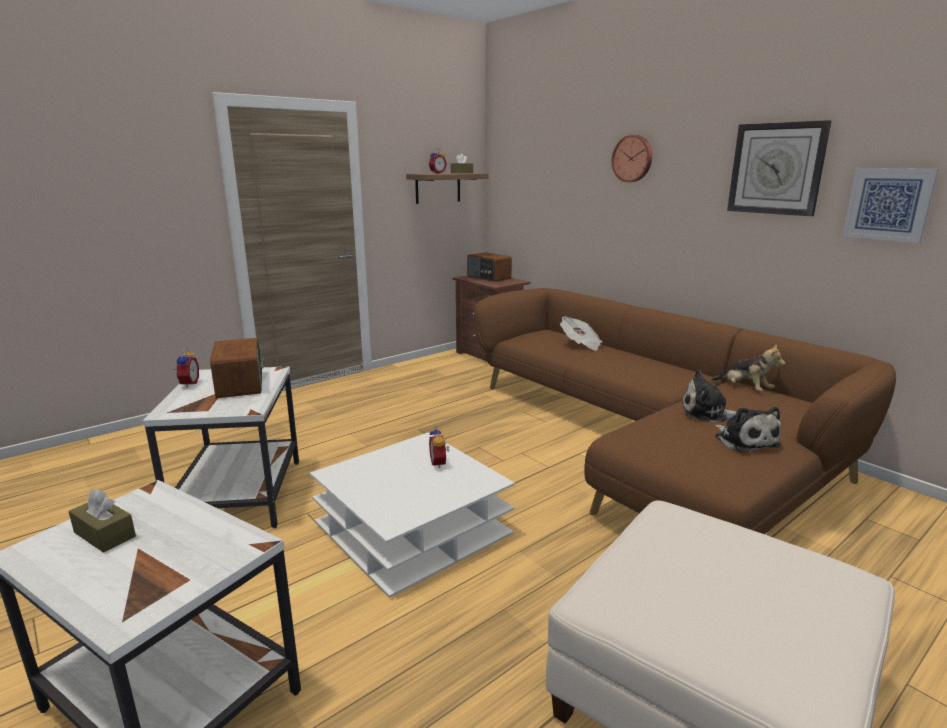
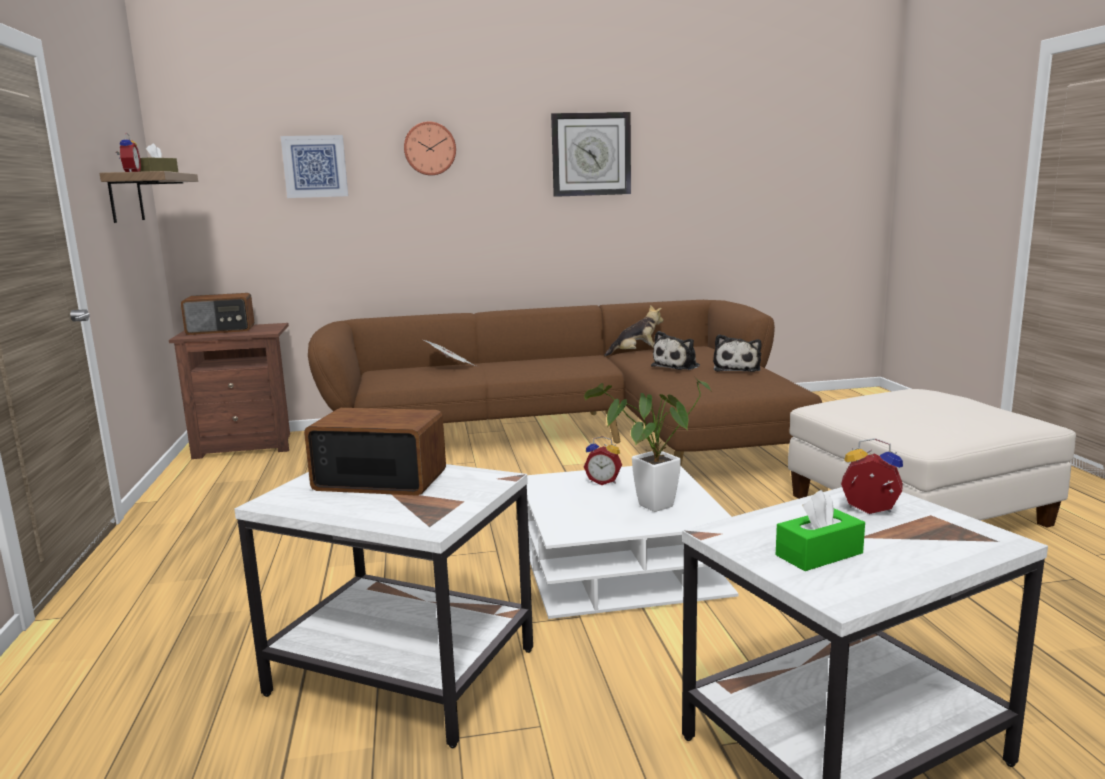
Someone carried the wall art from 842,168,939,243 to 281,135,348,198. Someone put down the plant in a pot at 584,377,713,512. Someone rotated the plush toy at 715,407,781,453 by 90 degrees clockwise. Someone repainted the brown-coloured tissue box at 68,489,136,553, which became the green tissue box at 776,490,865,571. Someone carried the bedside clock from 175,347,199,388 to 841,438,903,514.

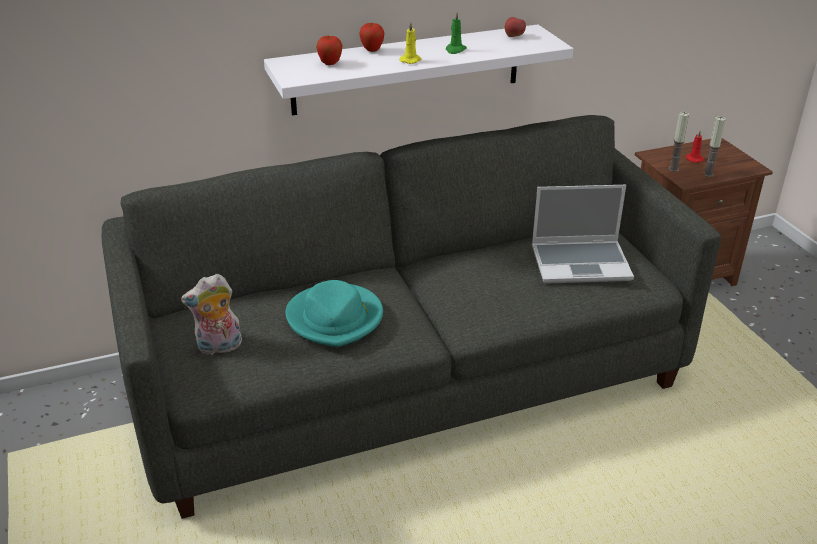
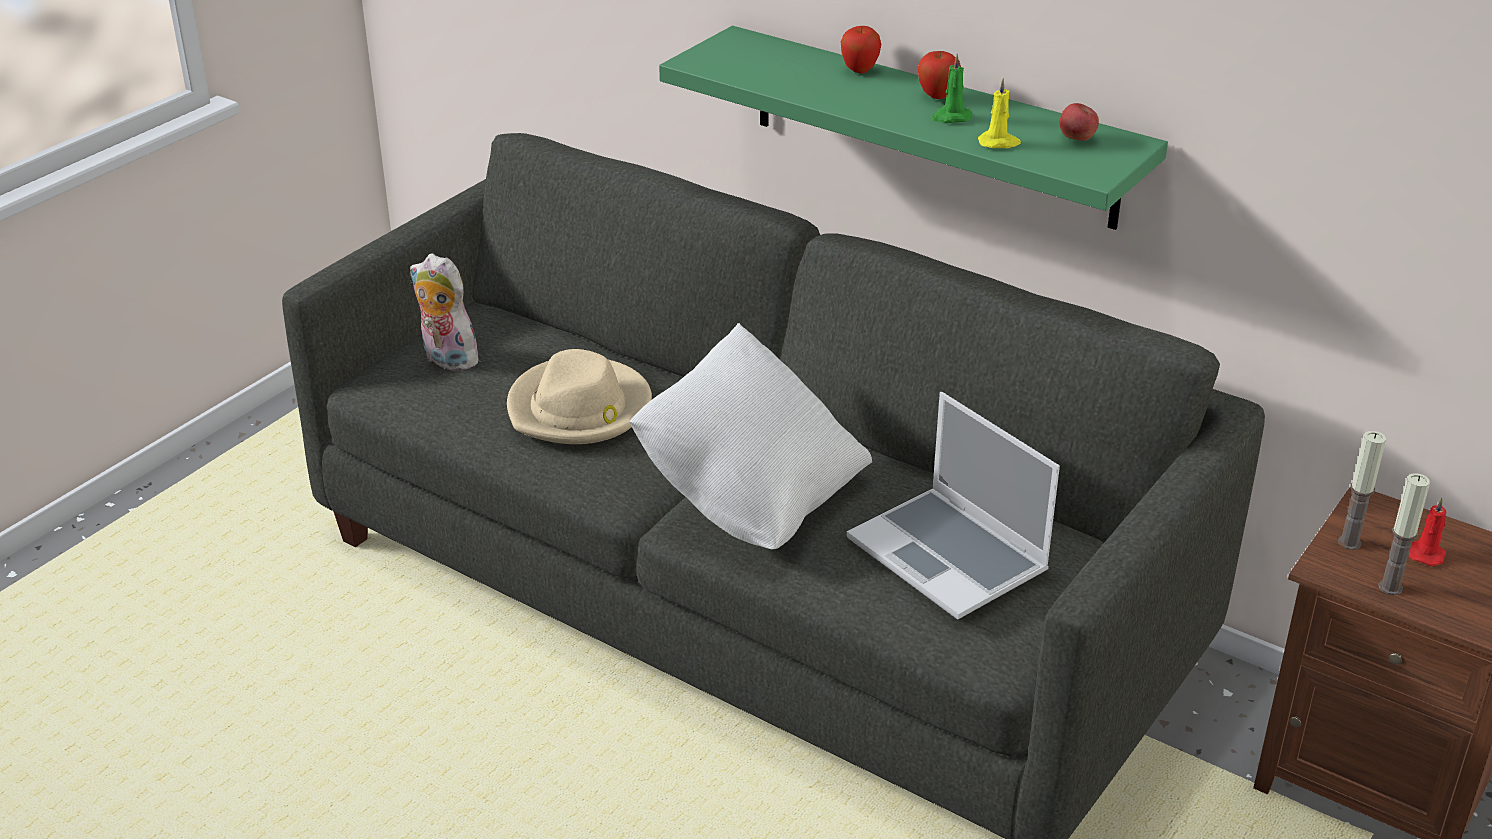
Someone repainted the blue-green wearable hat at 285,280,383,347, which became the sand-coloured wearable hat at 507,349,652,444. Someone put down the whitish throw pillow at 630,323,872,549. Someone repainted the whitish wall shelf at 264,24,573,116, which became the green wall shelf at 659,26,1168,230. Someone carried the apple fruit from 316,35,342,65 to 918,51,961,99. Someone carried the yellowish wax candle from 399,22,421,64 to 978,78,1021,148.

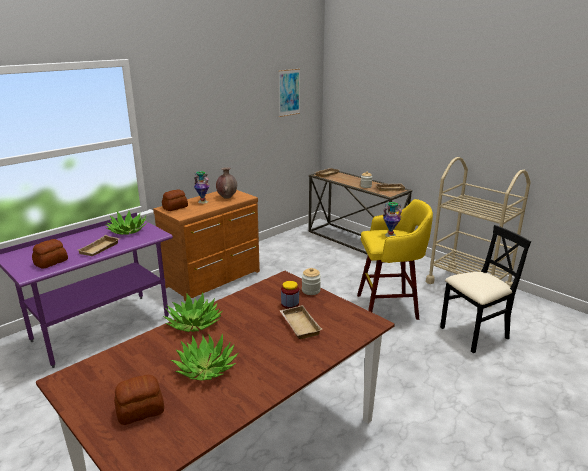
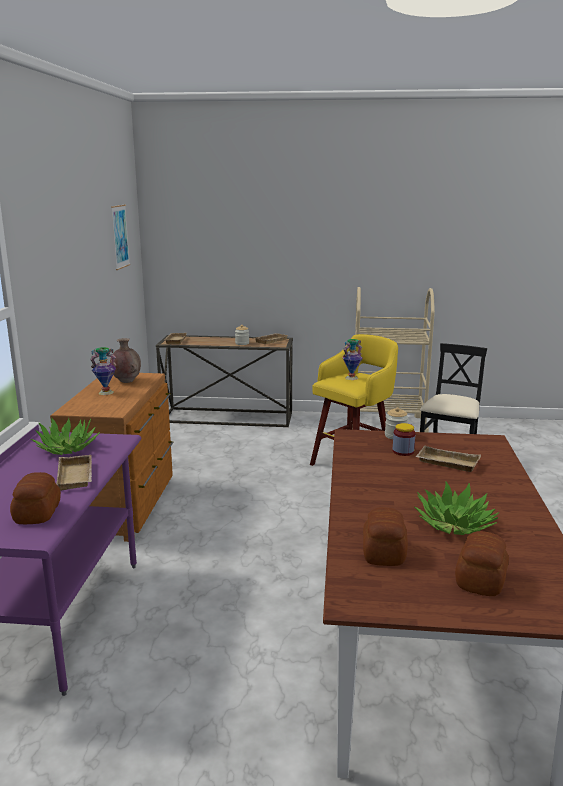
Someone carried the baked bread from 162,189,188,211 to 363,507,408,566. Someone took away the plant in a pot at 163,292,223,332.

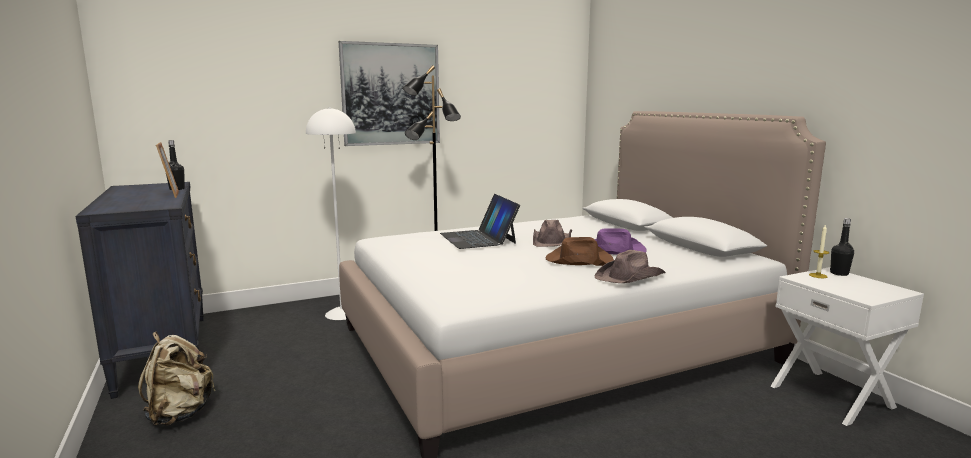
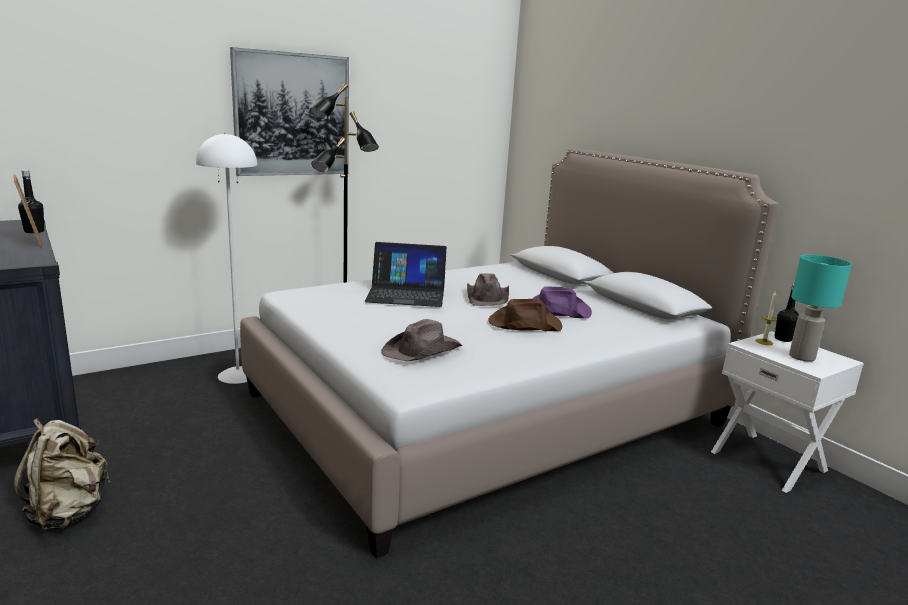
Someone rotated the portable computer at 440,194,520,249 by 60 degrees counterclockwise. Someone carried the brown-coloured wearable hat from 594,250,665,283 to 381,319,462,361. Someone put down the blue-green tabletop lamp at 789,255,852,362.

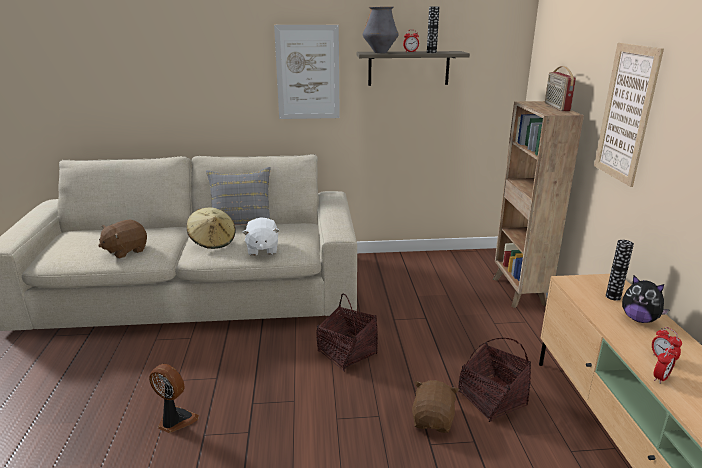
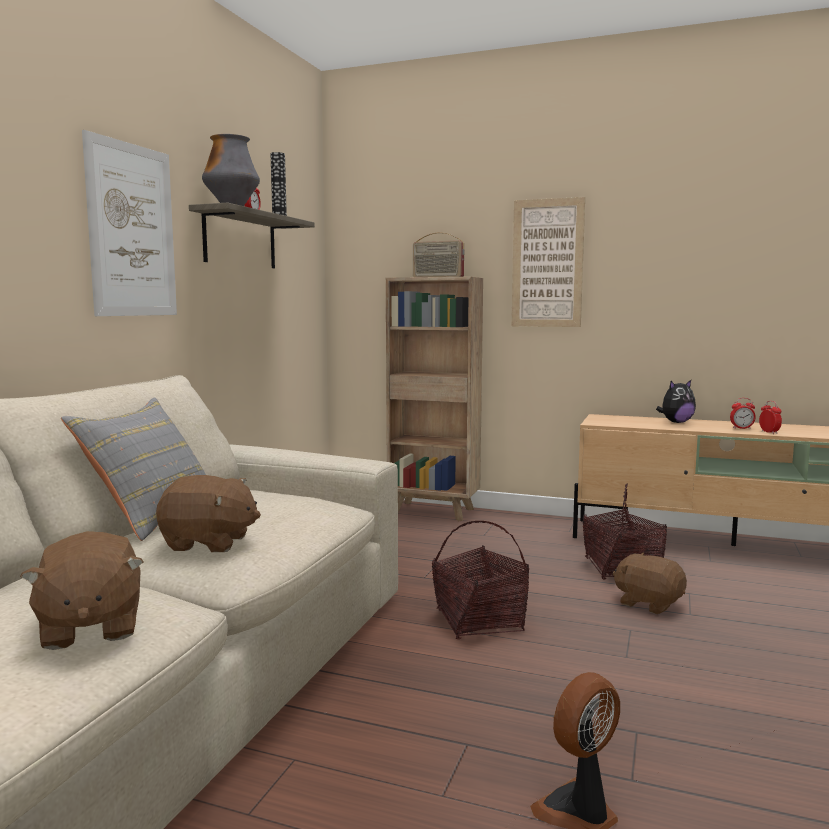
Someone swapped the sand-coloured wearable hat at 187,208,236,249 for the brown-coloured plush toy at 156,475,261,552. Someone took away the whitish plush toy at 242,217,280,256. Someone took away the flower vase at 606,240,634,301.

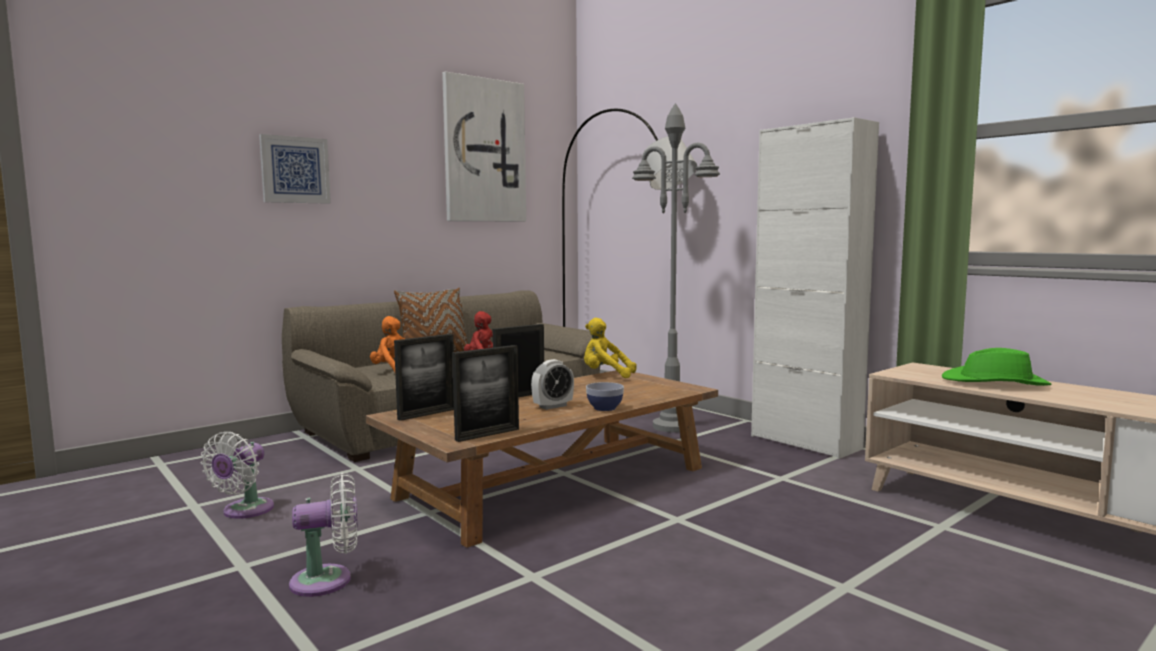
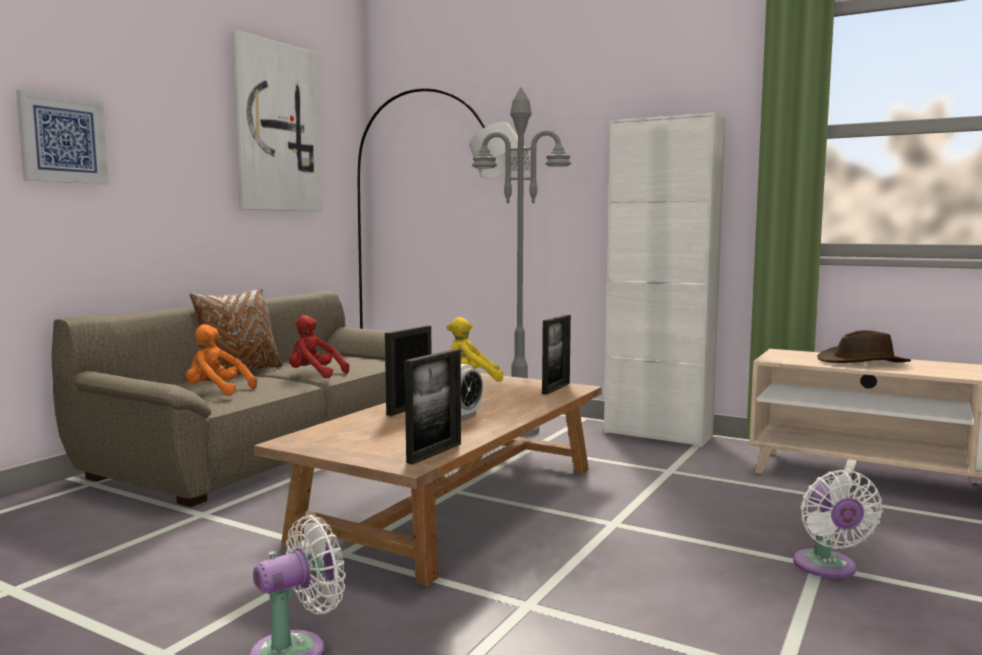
Someone carried the photo frame from 394,334,454,421 to 542,315,571,395. Someone carried the whitish electric fan from 201,432,274,519 to 793,469,883,578. Someone repainted the green wearable hat at 942,348,1051,386, which became the brown-coloured wearable hat at 817,330,911,363. Someone took away the bowl at 586,382,624,411.

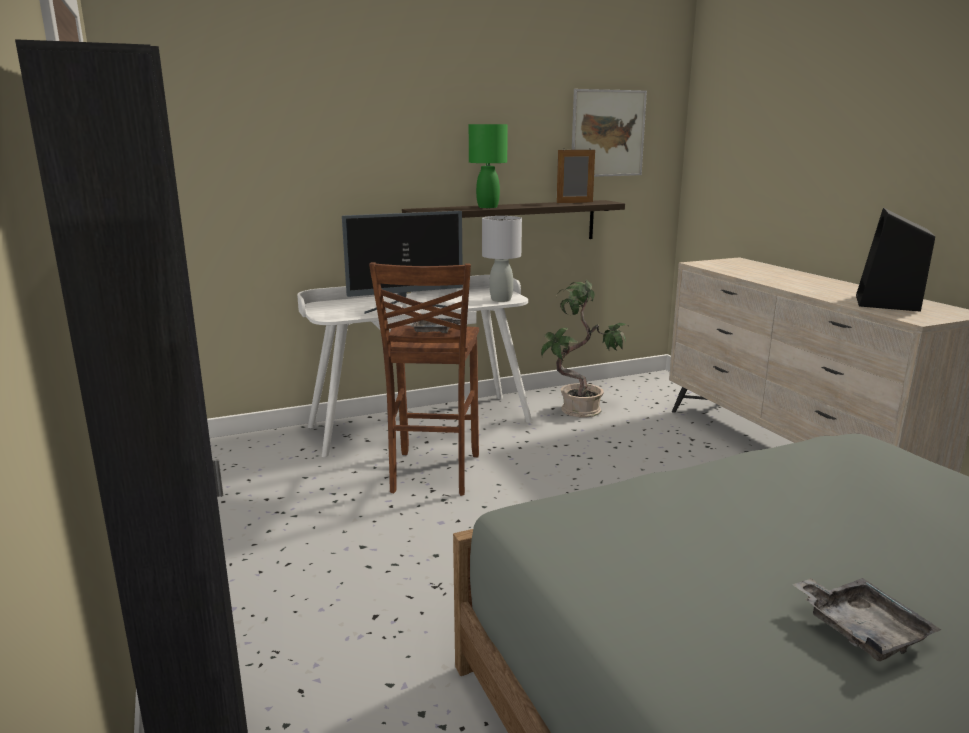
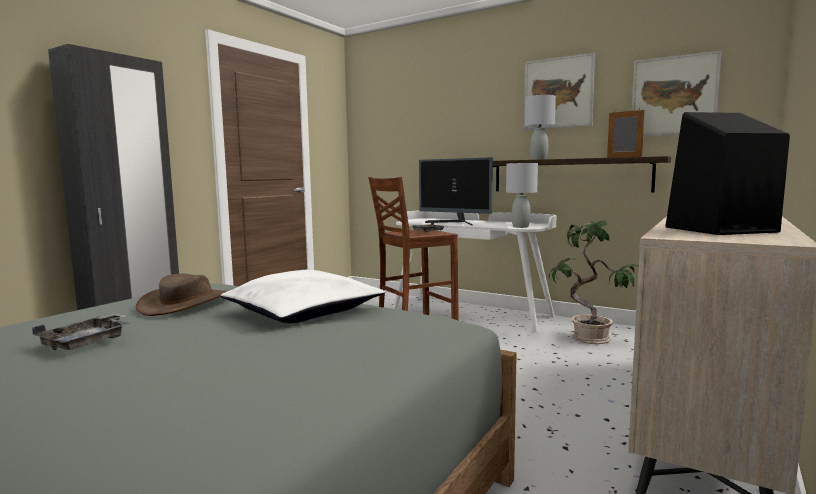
Someone put down the brown-coloured wearable hat at 136,273,227,316. Someone put down the whitish throw pillow at 221,270,385,323. Someone put up the wall art at 524,53,595,130. Someone repainted the green tabletop lamp at 469,124,508,208, which became the gray tabletop lamp at 525,95,556,160.

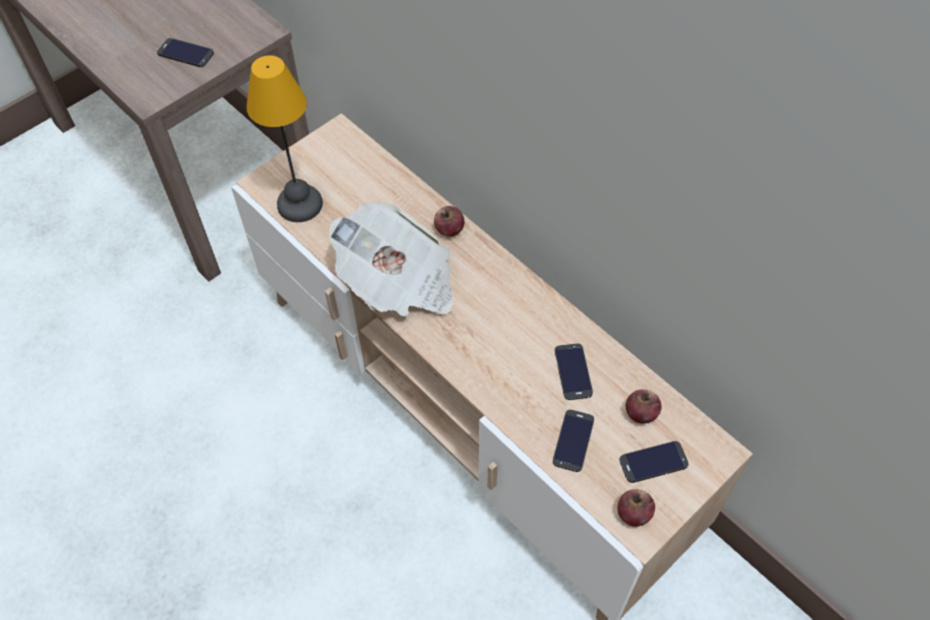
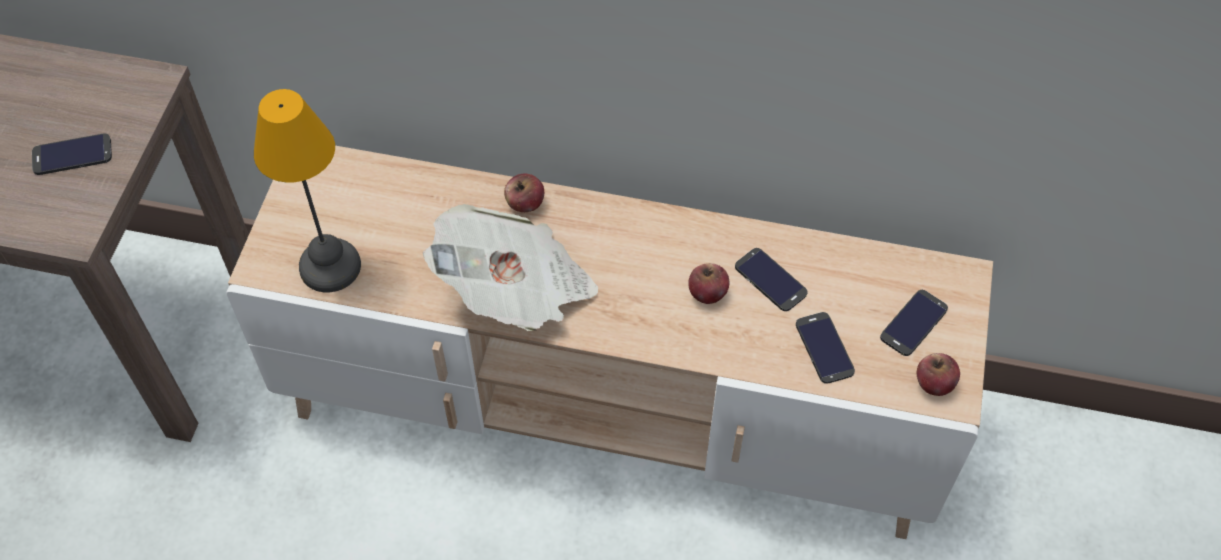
Someone carried the apple fruit from 626,389,662,424 to 688,263,729,304.

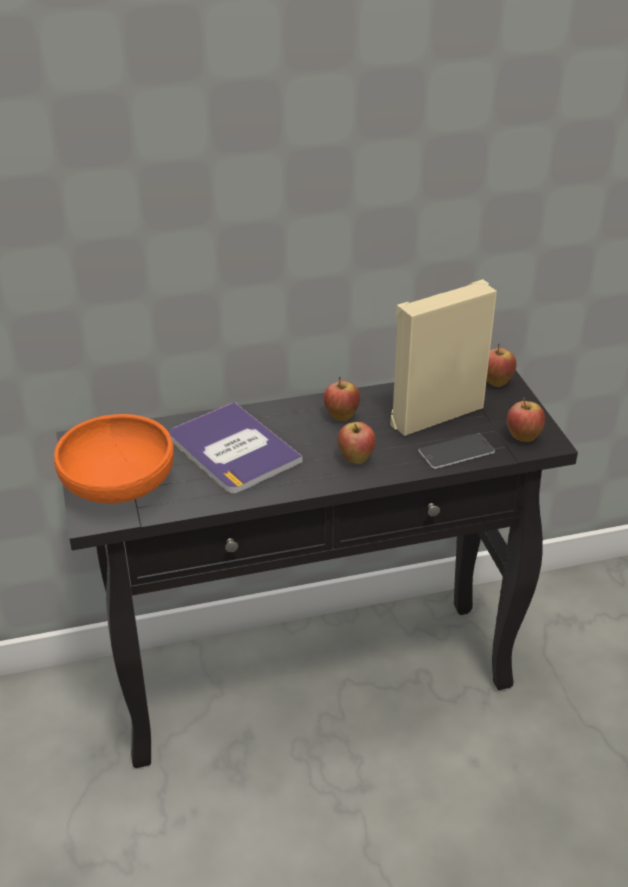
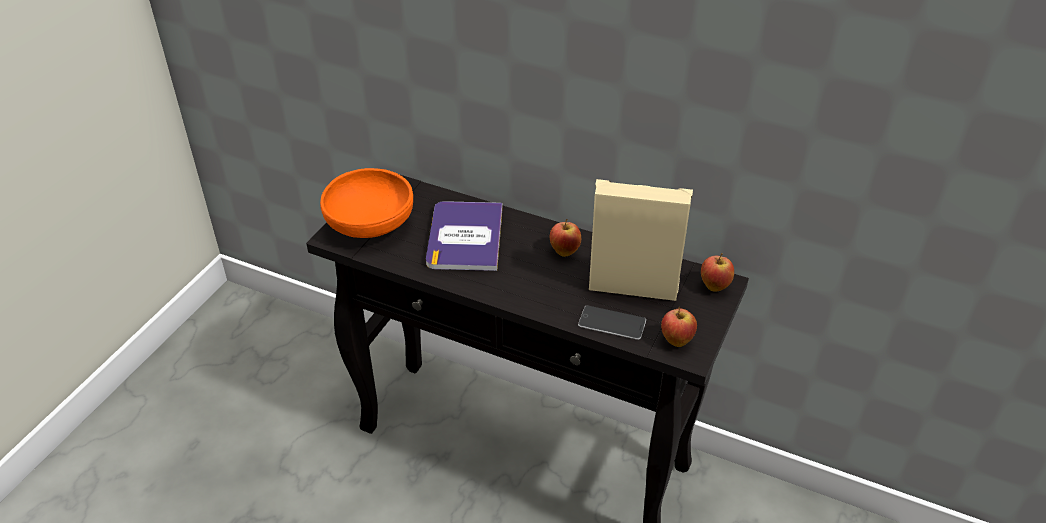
Someone took away the apple fruit at 338,422,376,464.

